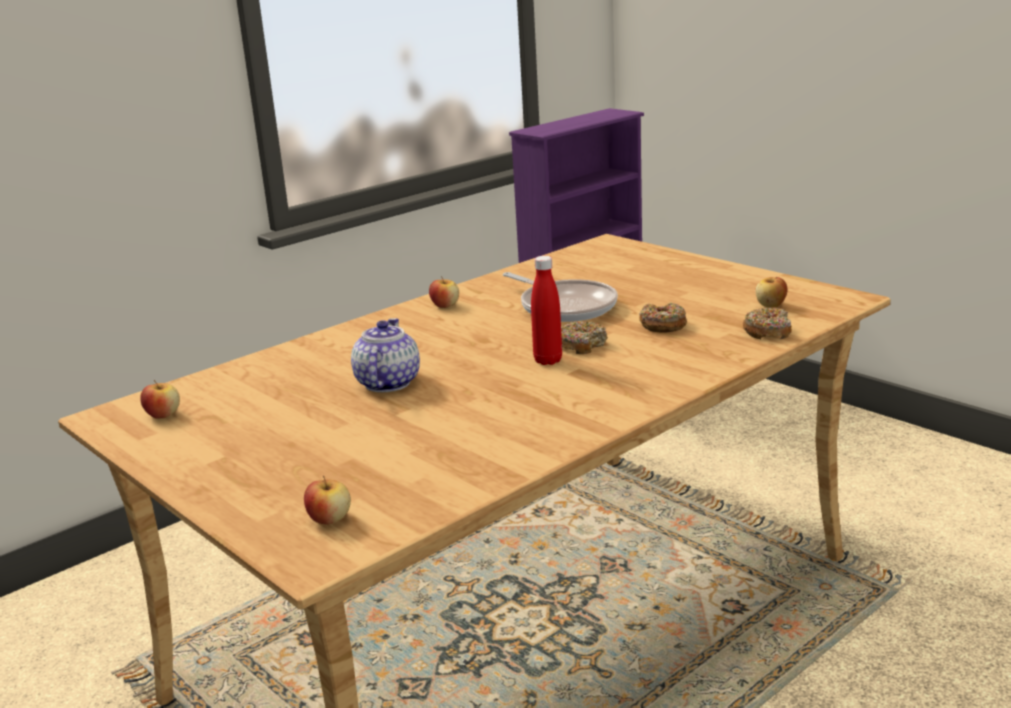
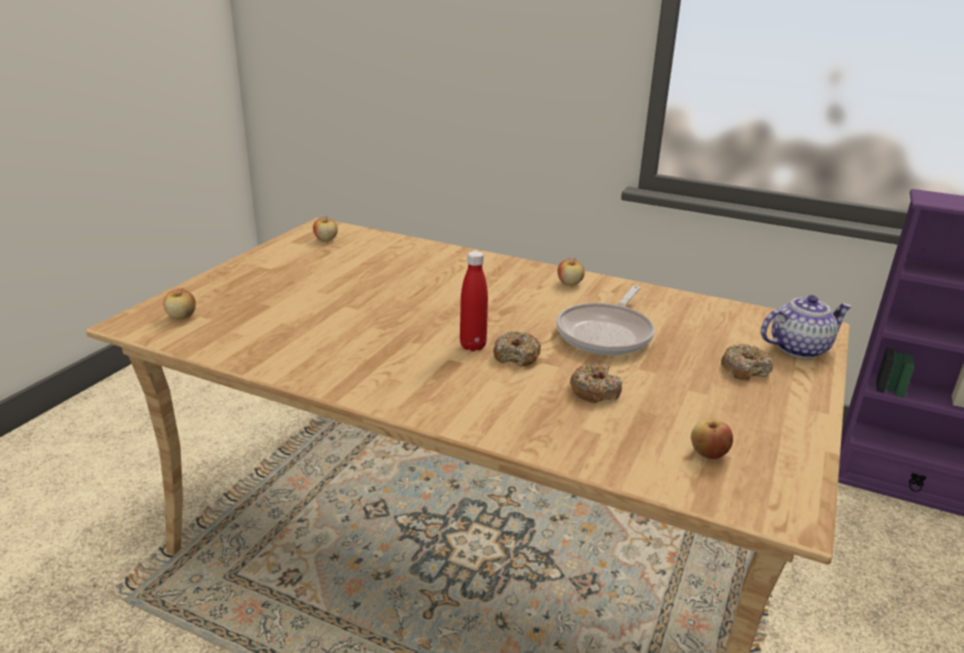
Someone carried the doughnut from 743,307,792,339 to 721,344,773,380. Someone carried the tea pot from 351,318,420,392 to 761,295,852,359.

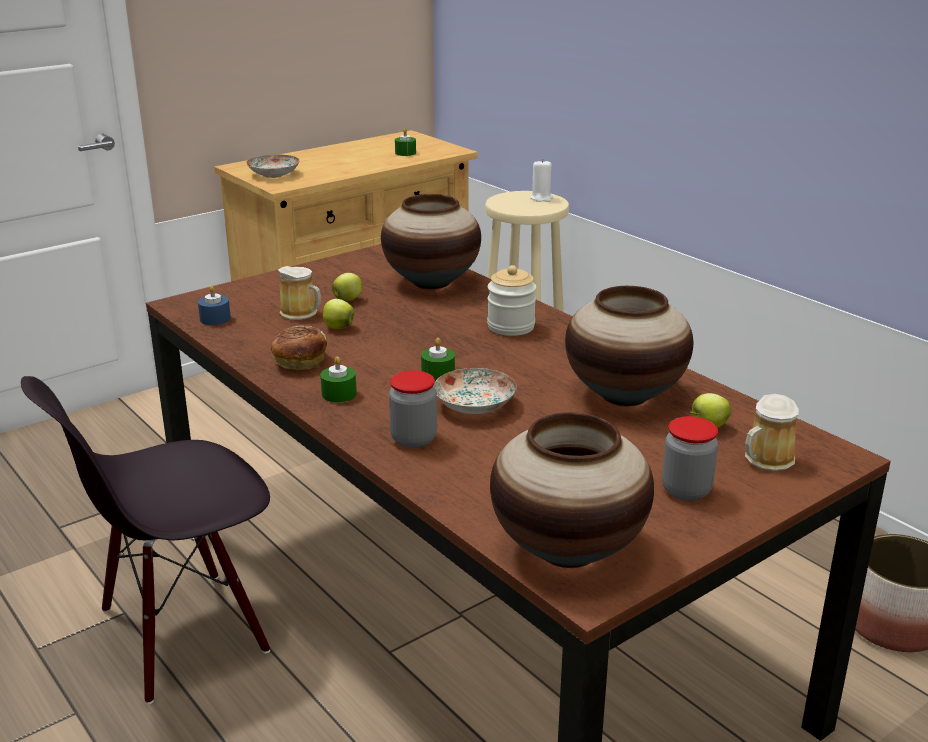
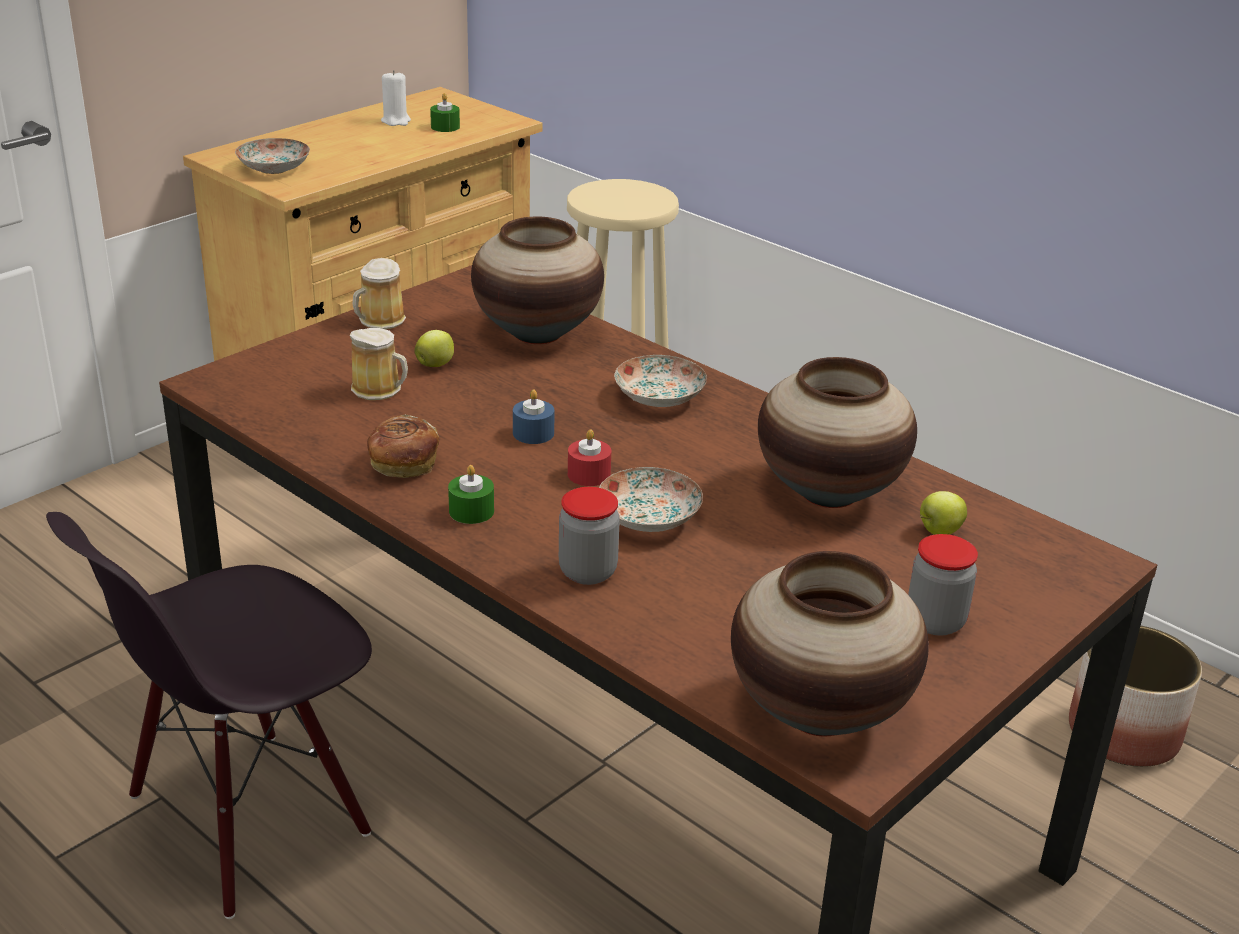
Someone carried the tea mug from 745,394,799,471 to 353,258,406,329. Someone carried the whitish wax candle from 530,159,553,202 to 381,70,411,126. Someone carried the blue-coloured wax candle from 198,285,231,325 to 513,389,555,444. Someone repainted the green wax candle at 421,338,455,381, which became the red-coloured wax candle at 568,429,611,486. Someone swapped the jar at 487,265,536,336 for the flat dish at 614,355,707,407. Someone took away the apple fruit at 323,299,354,329.

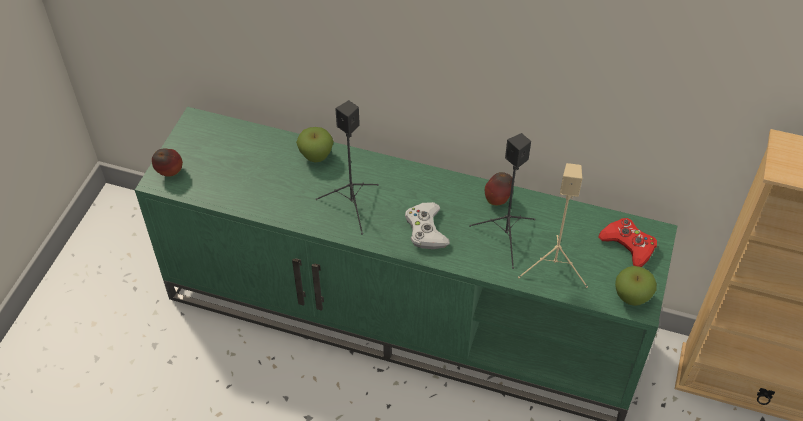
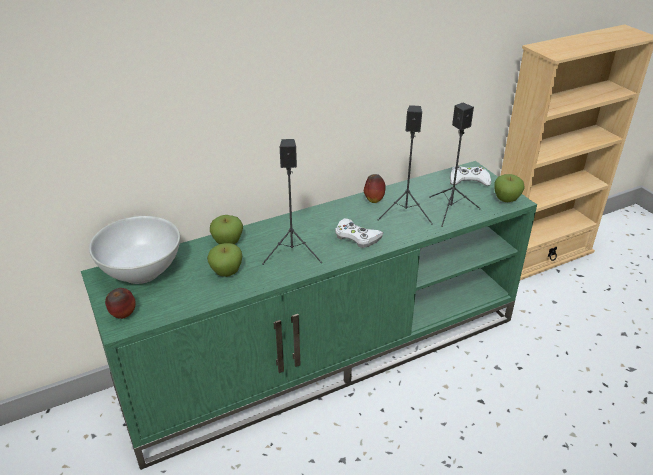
Someone put down the whitish bowl at 89,216,180,284. Someone put down the apple fruit at 207,243,242,277. Someone repainted the sand-coloured loudspeaker at 518,163,588,288, which became the black loudspeaker at 429,103,481,227. Someone repainted the red-coloured gamepad at 598,218,657,267, which became the whitish gamepad at 450,165,491,186.

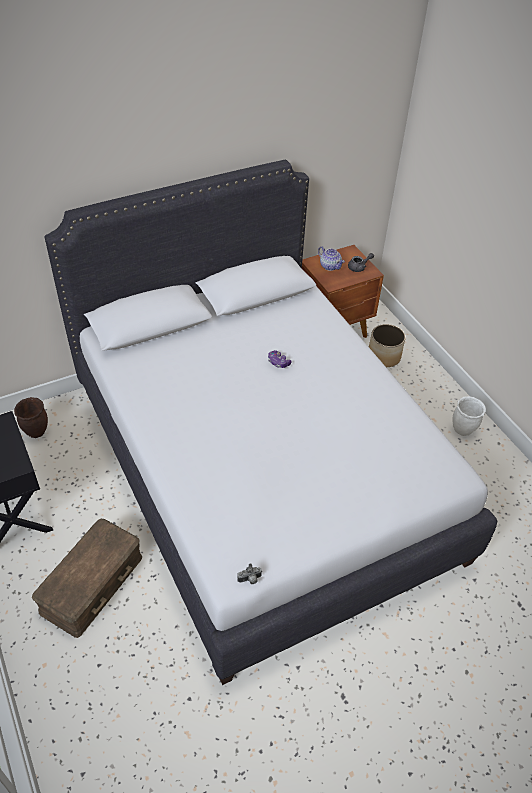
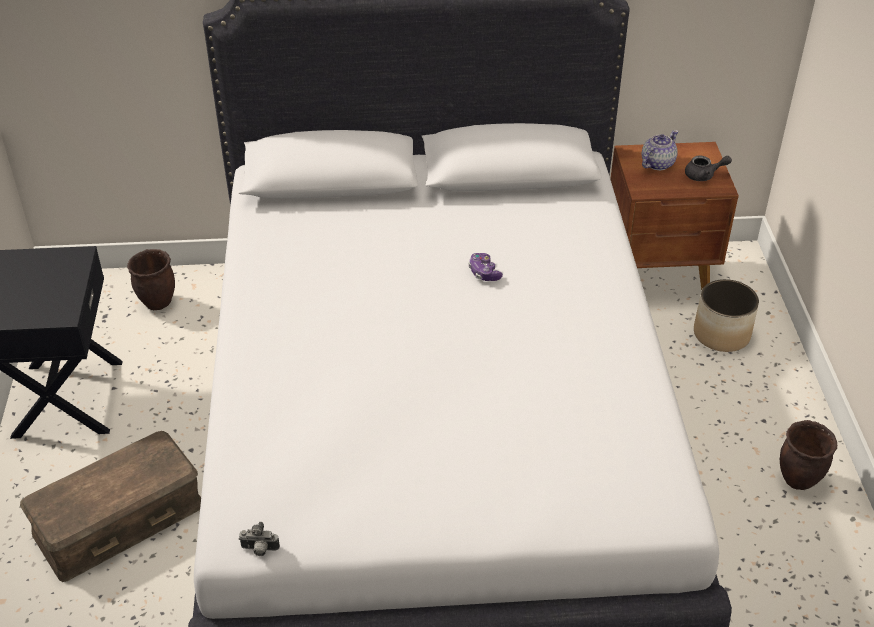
Someone rotated the tea pot at 318,246,345,271 by 120 degrees counterclockwise. Someone repainted the whitish plant pot at 452,396,486,436, which became the brown-coloured plant pot at 780,420,837,490.

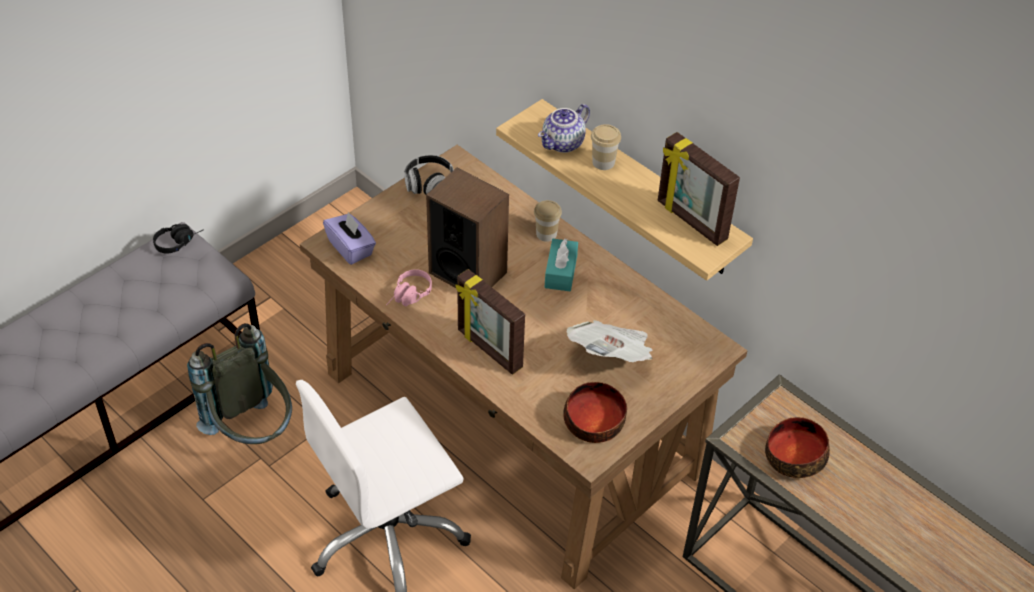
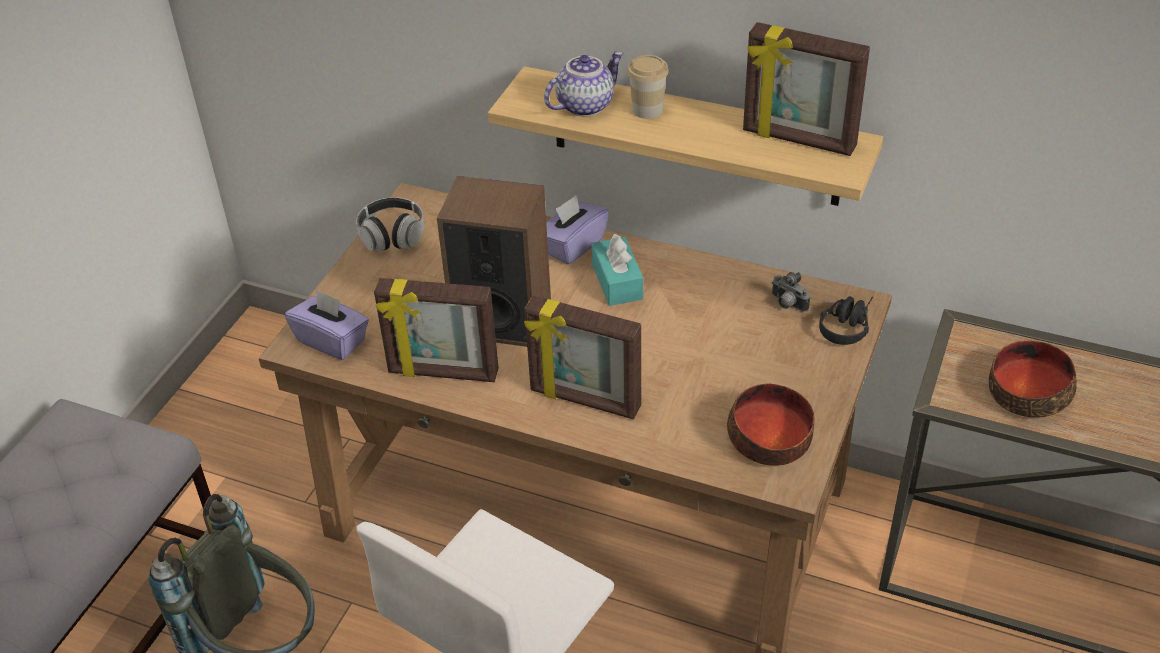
Someone swapped the pink headset at 386,269,432,306 for the photo frame at 374,278,499,382. Someone rotated the tea pot at 538,104,590,153 by 150 degrees counterclockwise. Someone swapped the small cup at 534,200,562,242 for the purple tissue box at 546,195,609,265. Someone put down the photo camera at 772,272,810,312. Someone carried the black headset from 153,224,203,254 to 819,296,873,345. Someone took away the printed paper at 566,320,652,362.

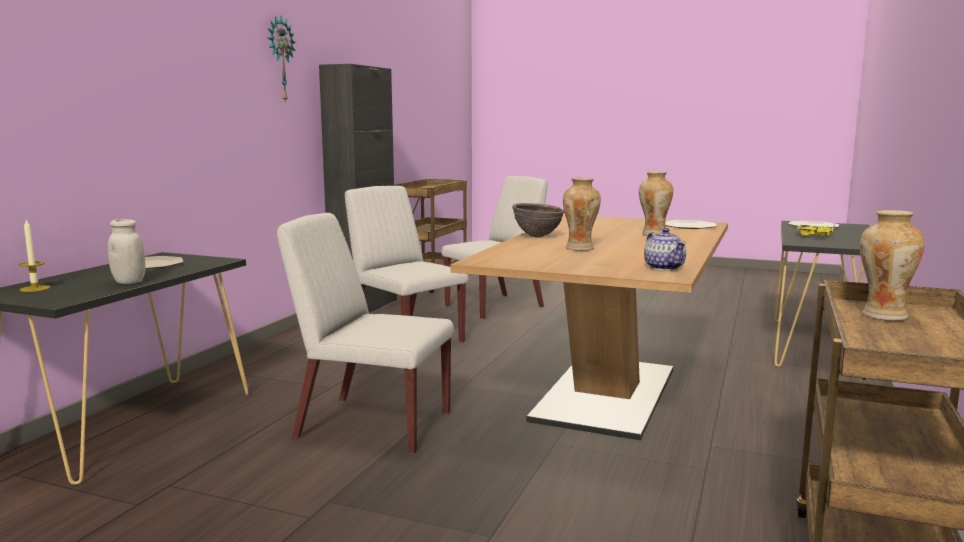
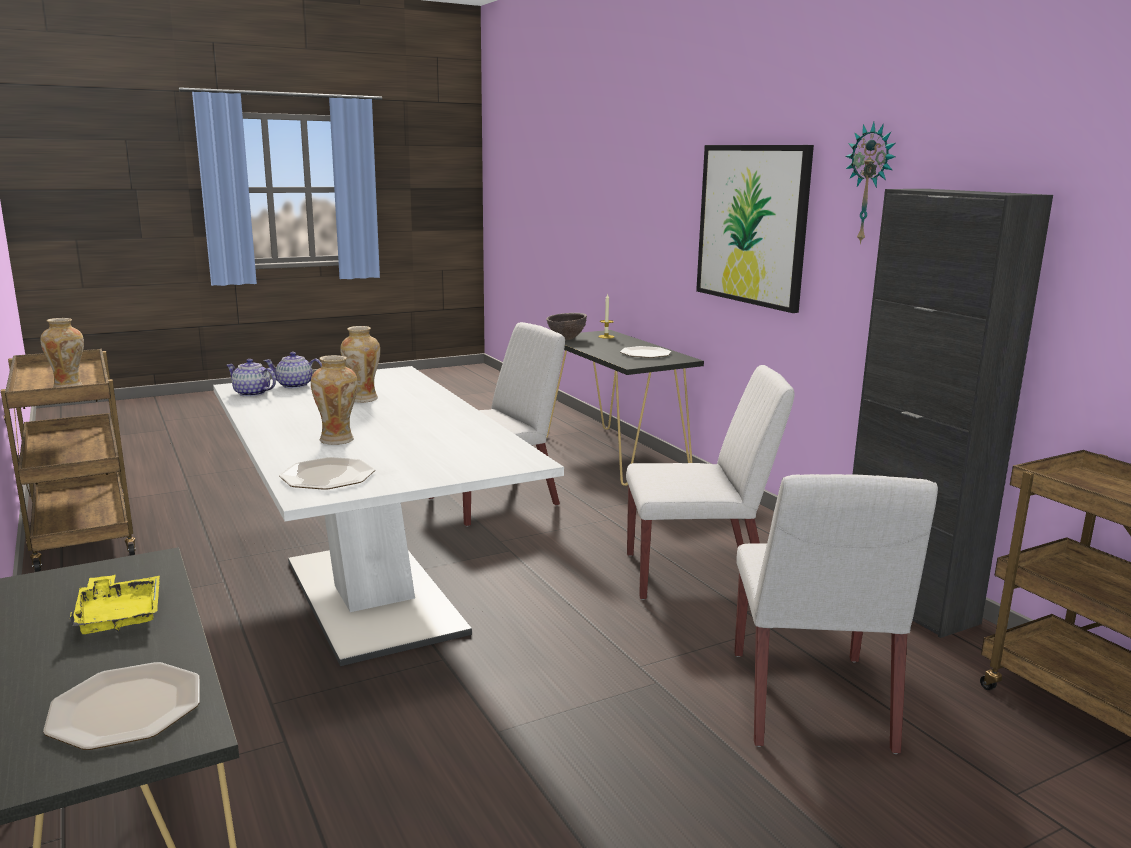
Someone repainted the brown-coloured dining table at 450,215,728,440, which became the whitish dining table at 213,366,564,666. Someone put down the tea pot at 264,352,322,389. Someone carried the brown-coloured bowl from 512,203,564,238 to 546,313,587,340. Someone put up the wall art at 696,145,814,313. Someone took away the whitish jar at 108,219,145,284.

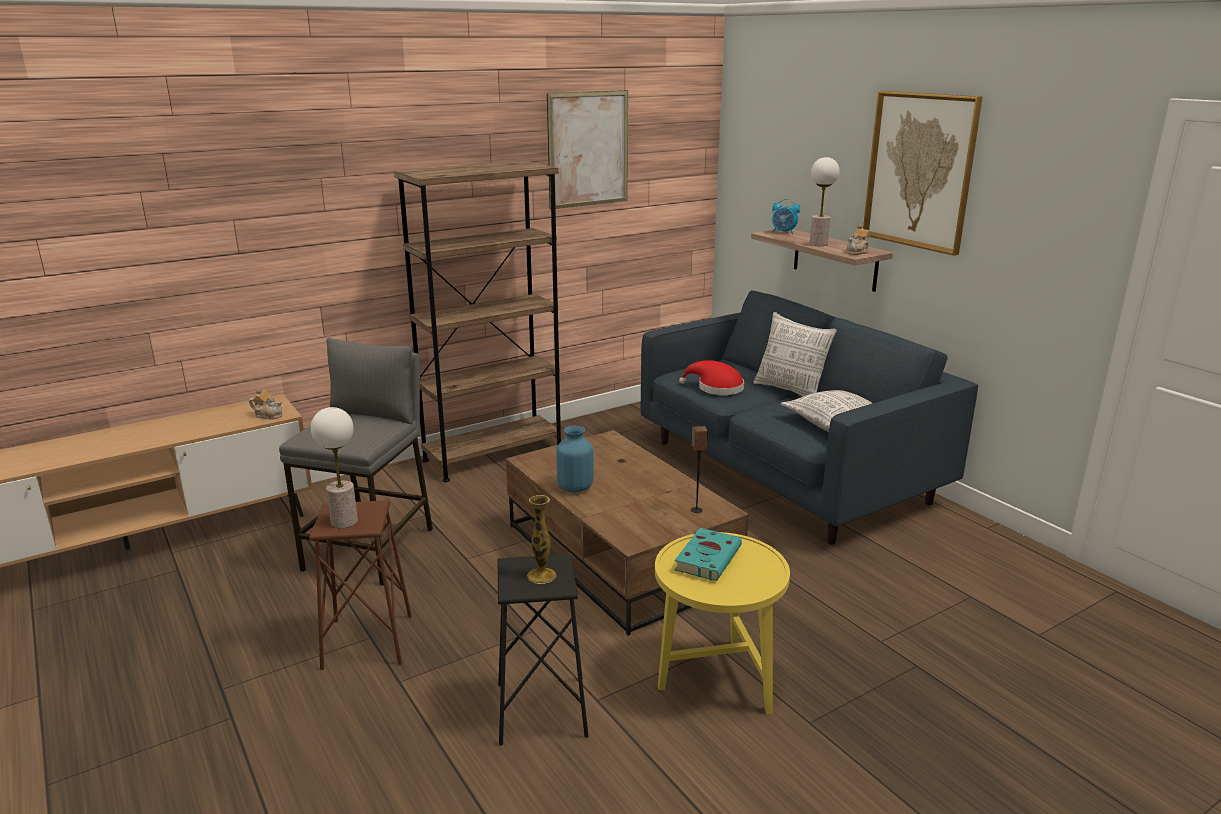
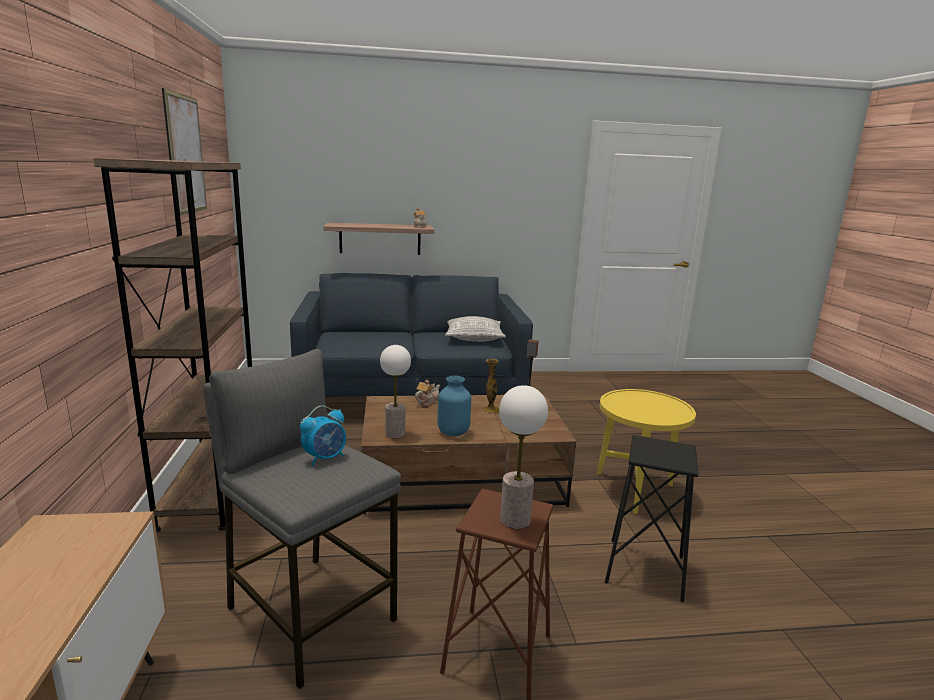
Someone carried the bedside clock from 772,199,800,234 to 300,406,346,466. Someone carried the tabletop lamp from 810,157,839,246 to 380,345,411,438. Someone carried the tea pot from 249,388,282,419 to 415,380,440,406. Someone carried the flower vase from 527,495,556,584 to 482,359,499,413. Someone took away the blue-green bound book at 674,528,742,581. Someone took away the red-coloured wearable hat at 679,360,744,395. Someone took away the throw pillow at 753,312,837,396. Someone took away the wall art at 863,91,983,256.

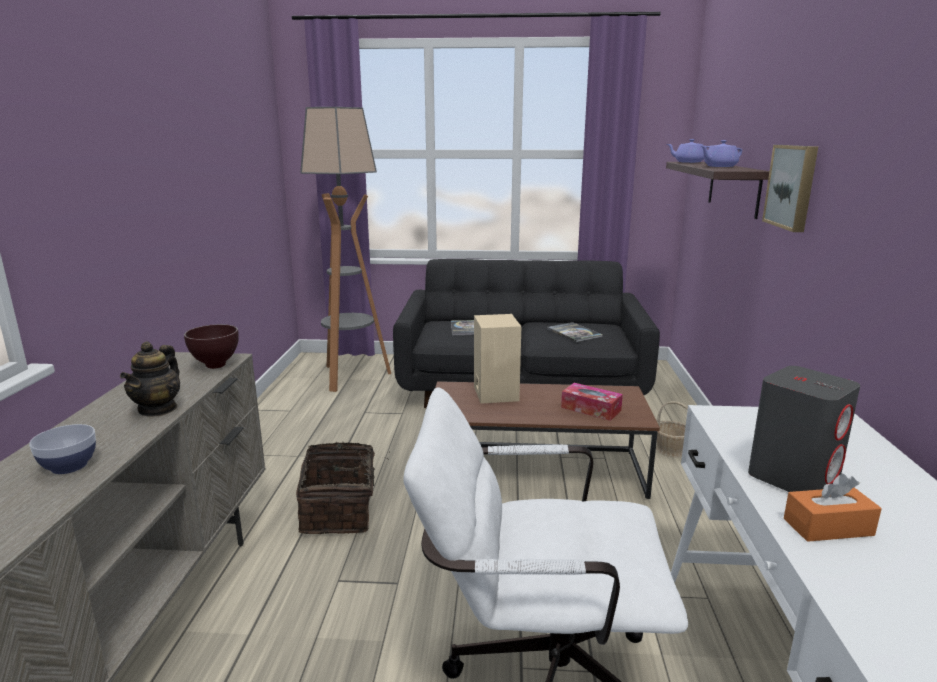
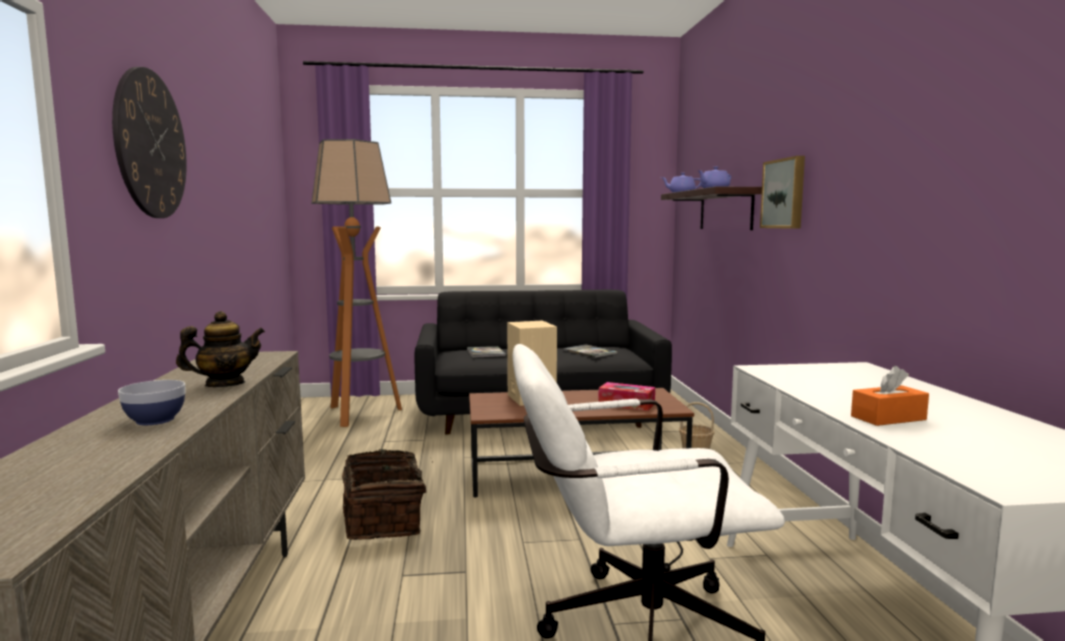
Someone put up the hanging clock at 112,67,187,218. Someone rotated the tea pot at 120,341,180,417 by 120 degrees counterclockwise. Someone took away the brown-coloured bowl at 184,324,239,369. Someone took away the gray loudspeaker at 748,366,860,492.

